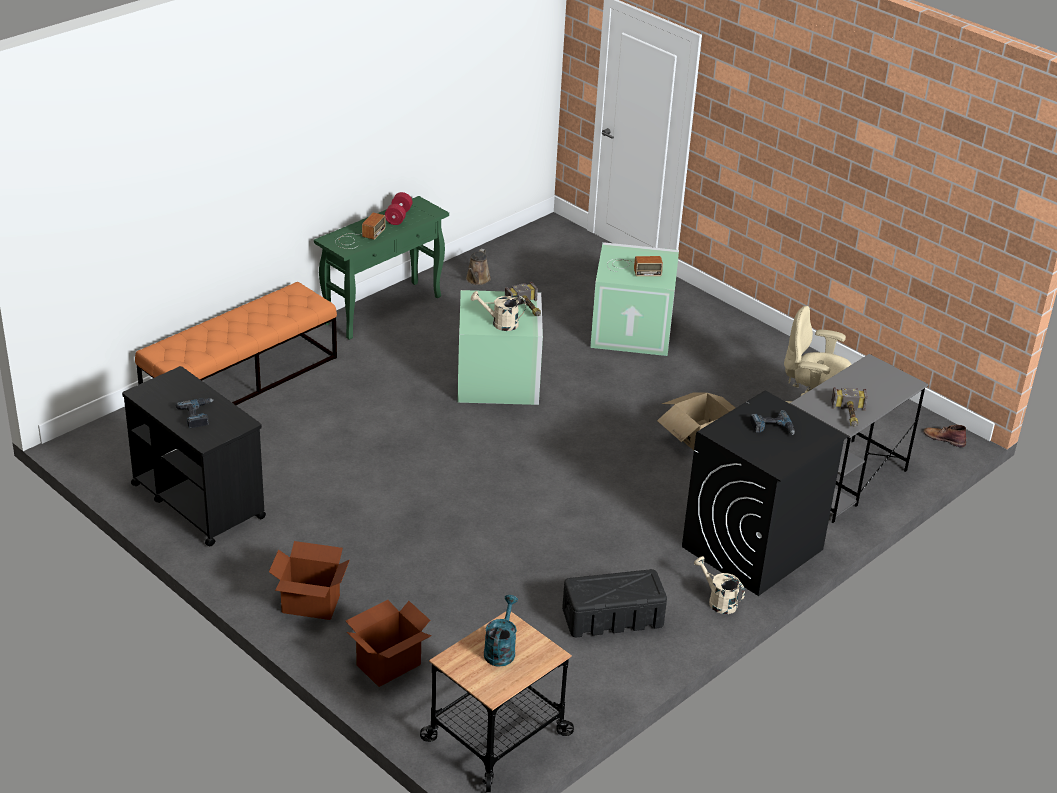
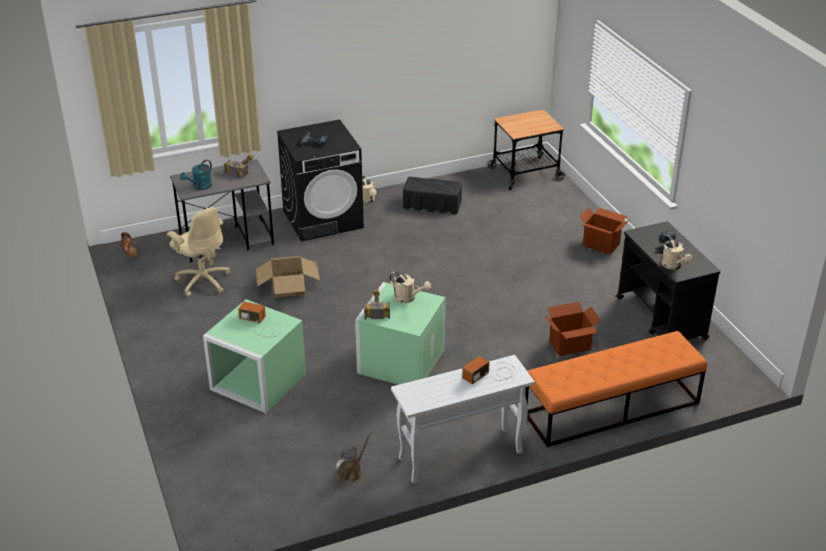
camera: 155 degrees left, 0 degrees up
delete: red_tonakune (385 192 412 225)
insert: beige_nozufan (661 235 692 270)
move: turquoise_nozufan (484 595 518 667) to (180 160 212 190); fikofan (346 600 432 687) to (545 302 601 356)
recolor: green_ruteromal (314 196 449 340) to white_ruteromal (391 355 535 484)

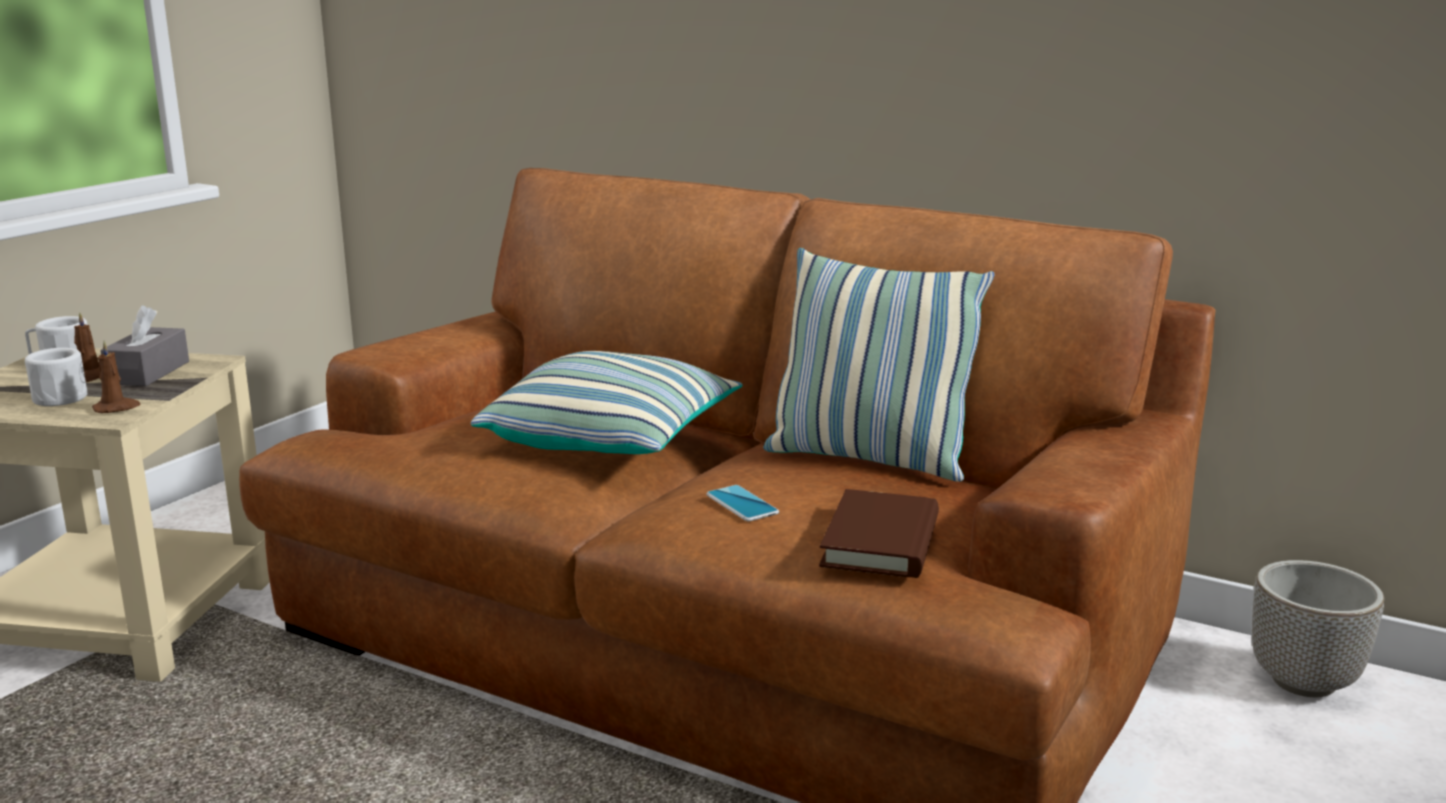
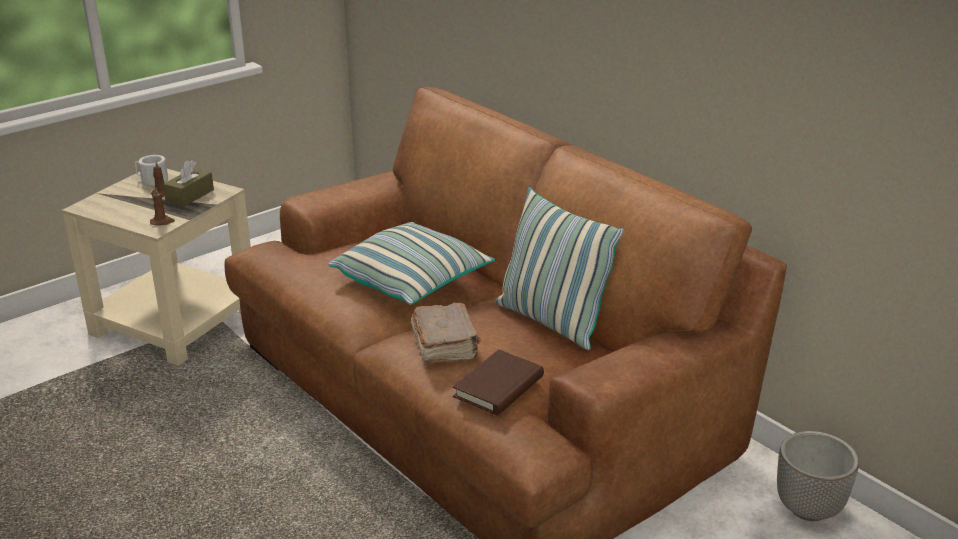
camera: 20 degrees right, 10 degrees up
delete: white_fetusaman (25 348 87 406)
replace: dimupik (706 485 779 521) to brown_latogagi (411 302 481 364)
recolor: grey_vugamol (100 305 189 386) to brown_vugamol (163 160 214 207)

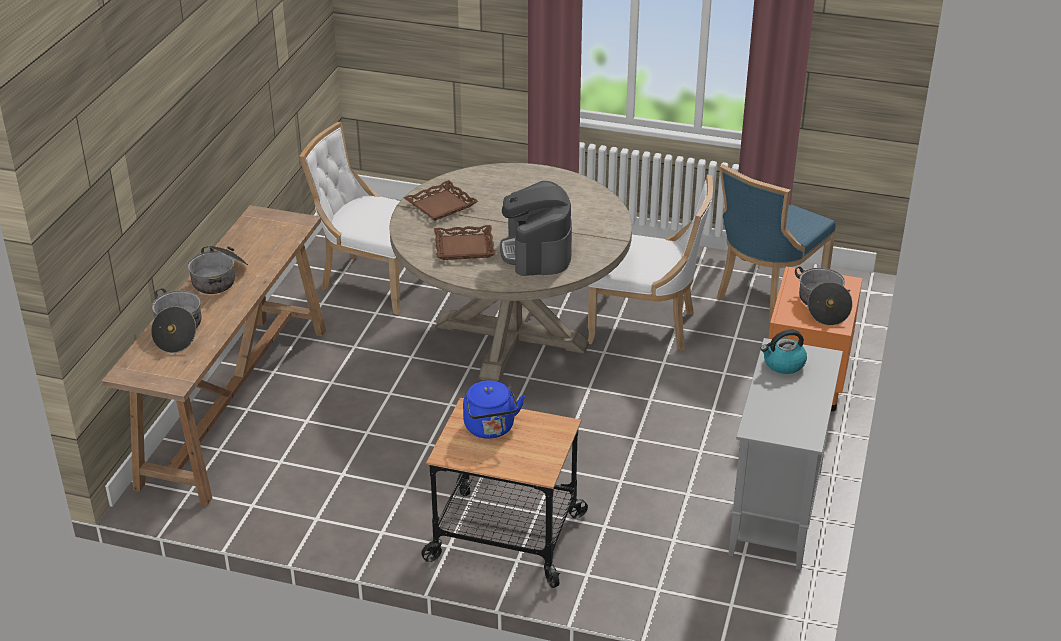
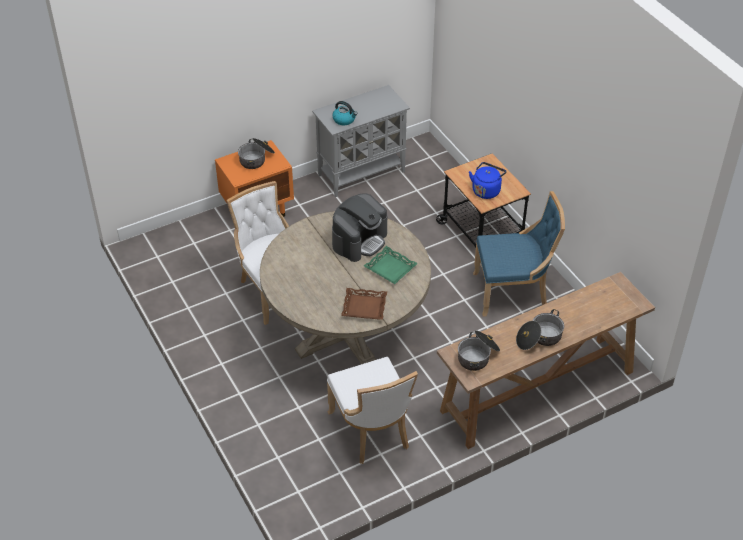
camera: 135 degrees left, 10 degrees up
move: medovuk (151 288 202 353) to (458 330 500 371); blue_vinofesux (717 164 836 322) to (473 191 565 317)
recolor: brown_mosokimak (434 225 496 260) to green_mosokimak (364 246 418 284)

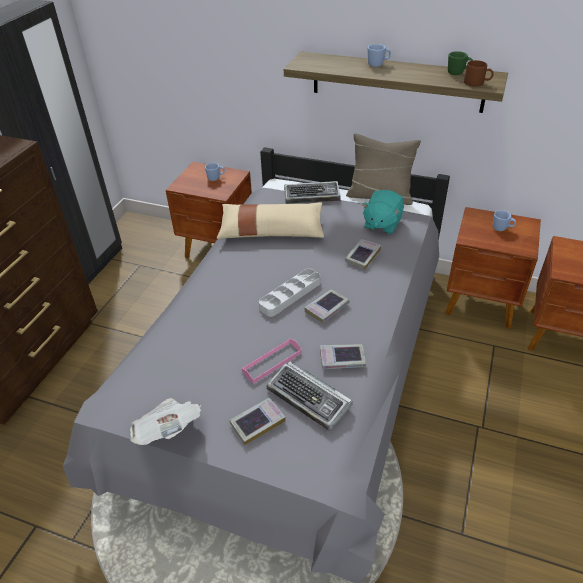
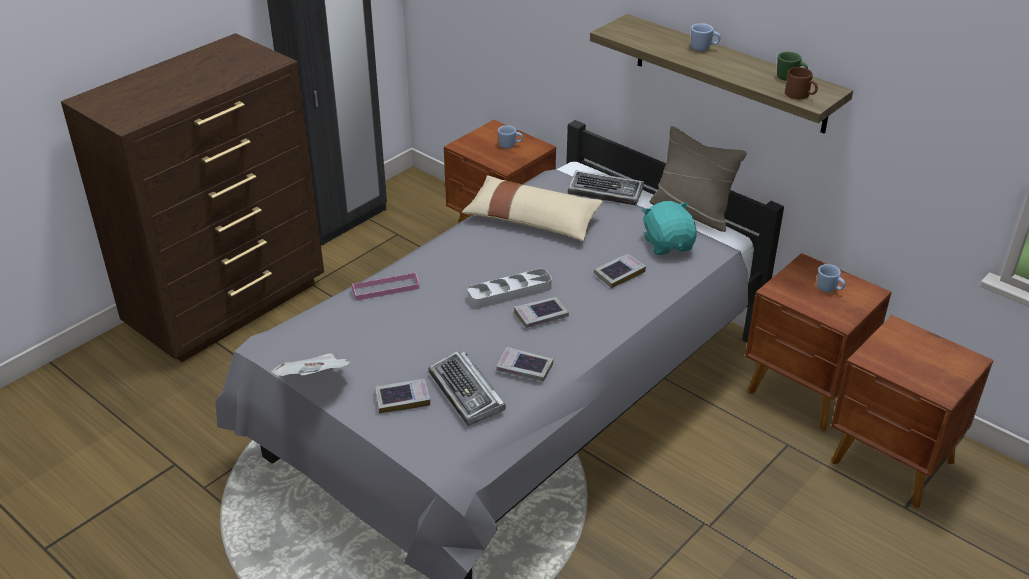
camera: 20 degrees right, 5 degrees down
move: pink_mosokimak (241 339 302 384) to (352 272 419 301)
rotate: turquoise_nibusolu (362 190 404 234) = (642 201 697 255) 120 degrees clockwise

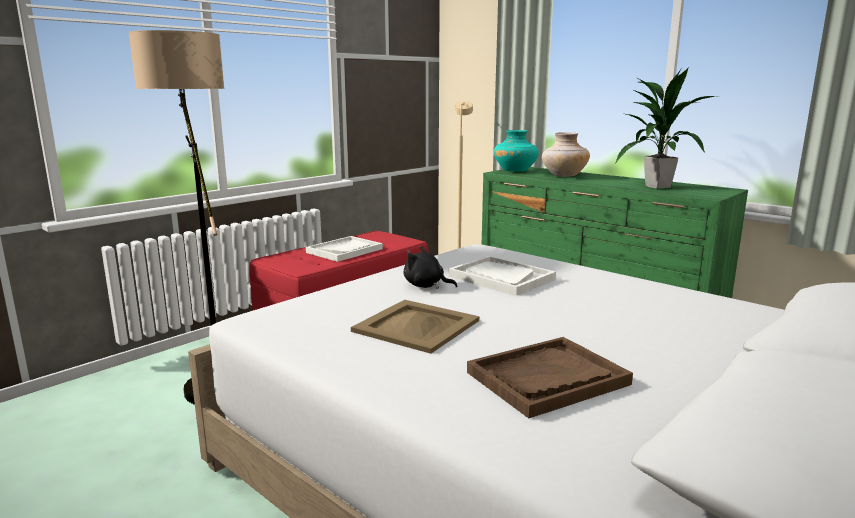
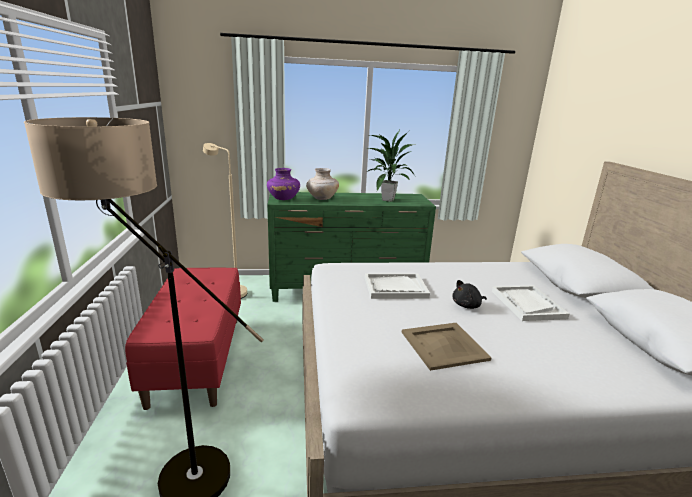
camera: 50 degrees left, 5 degrees up
delete: brown_mosokimak (467 337 633 418)
move: black_nibusolu (403 246 457 289) to (452 280 487 309); white_mosokimak (306 236 383 262) to (492 285 570 321)
recolor: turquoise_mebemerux (494 130 539 172) to purple_mebemerux (267 168 300 200)

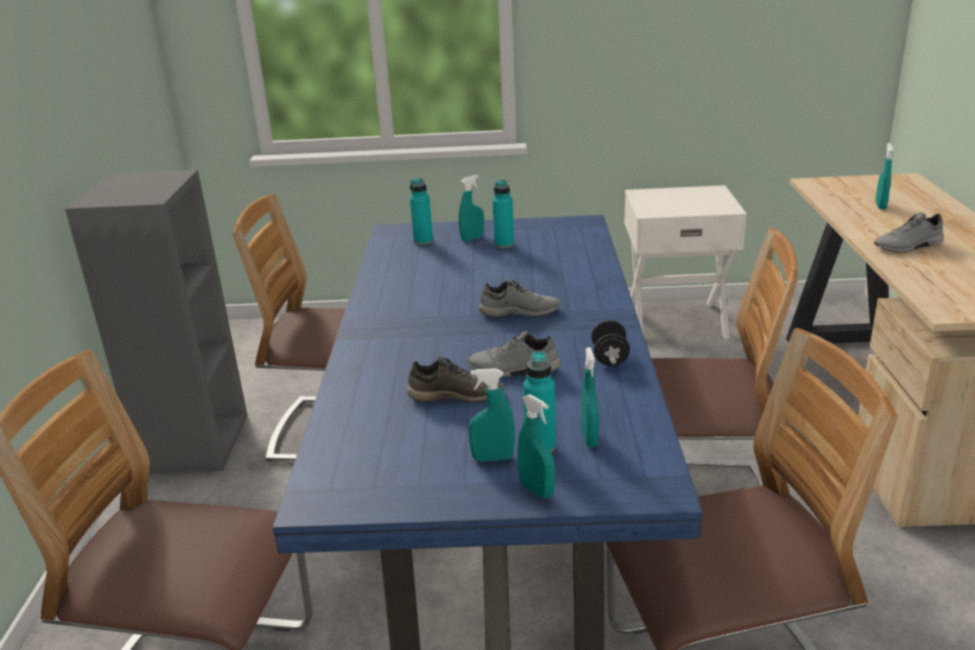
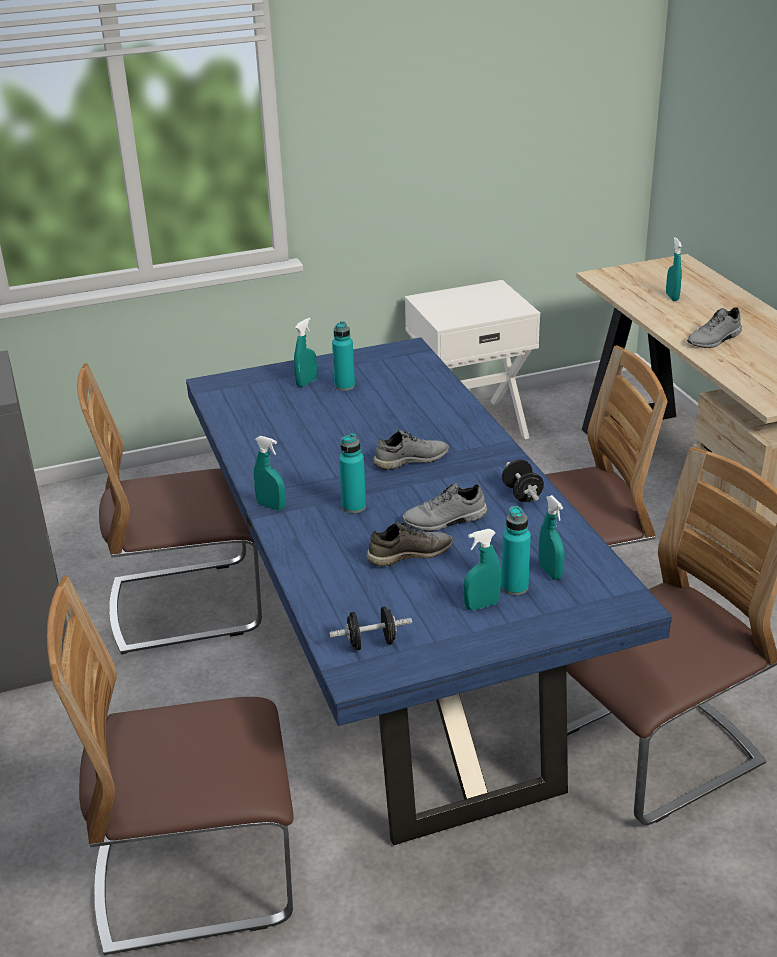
camera: 20 degrees left, 5 degrees up
insert: black_tonakune (329 606 412 650)
move: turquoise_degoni (518 394 555 499) to (254 436 285 510); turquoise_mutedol (410 178 433 245) to (339 433 366 513)

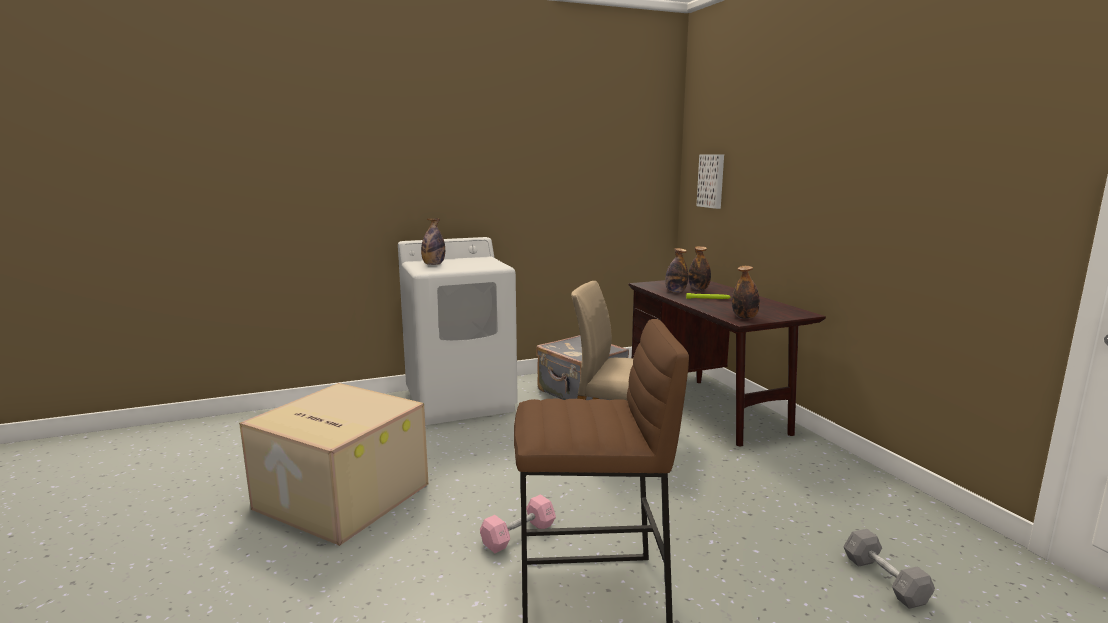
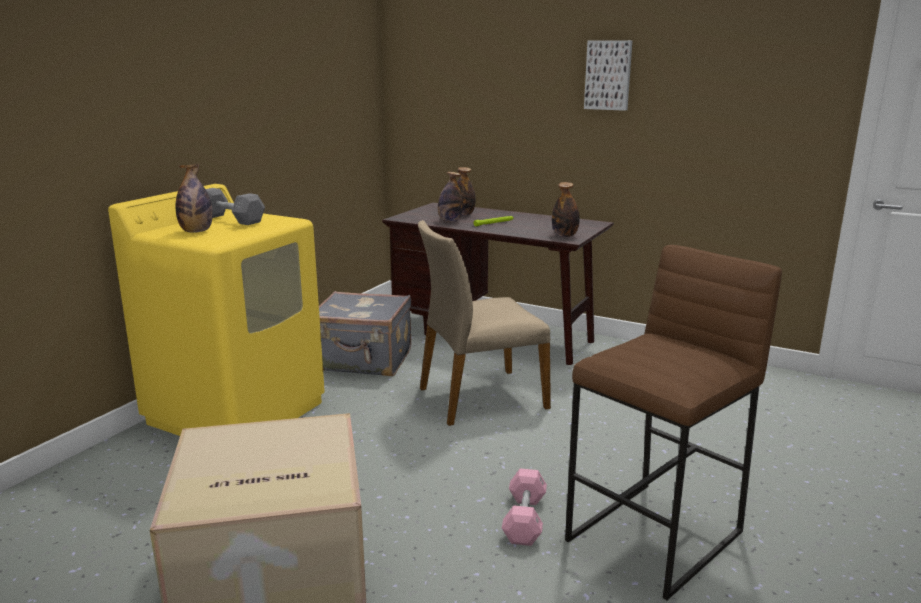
camera: 40 degrees left, 5 degrees up
move: grey_tonakune (843 529 935 609) to (206 188 265 225); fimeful (696 155 724 209) to (584 40 633 111)
recolor: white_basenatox (398 237 518 425) to yellow_basenatox (108 184 325 436)

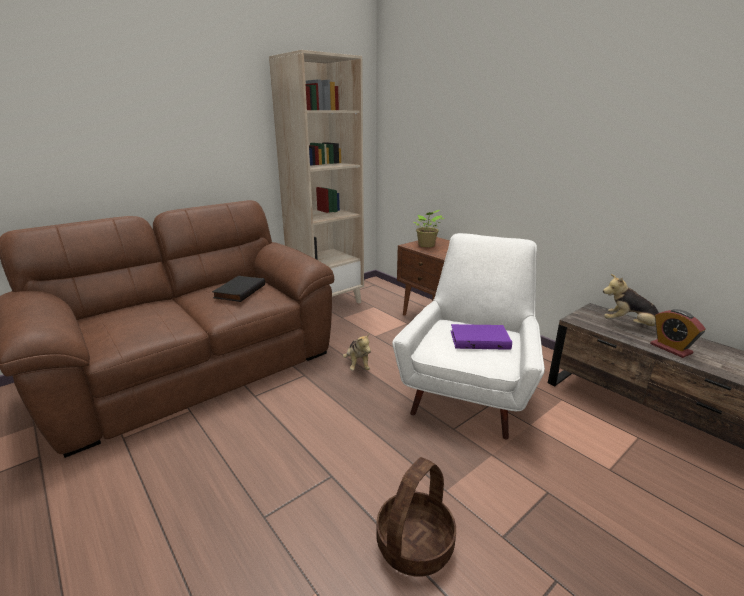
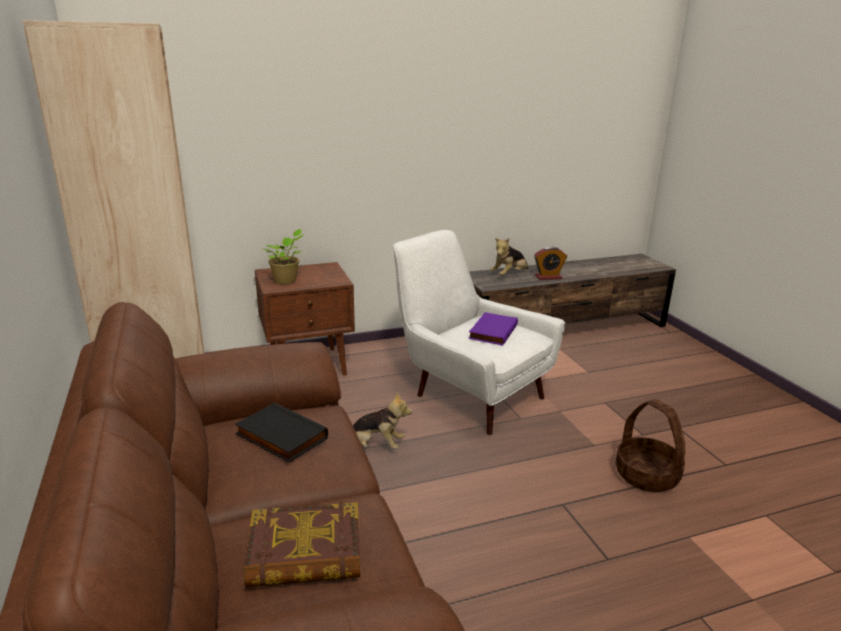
camera: 70 degrees left, 0 degrees up
insert: latogagi (244 502 360 587)

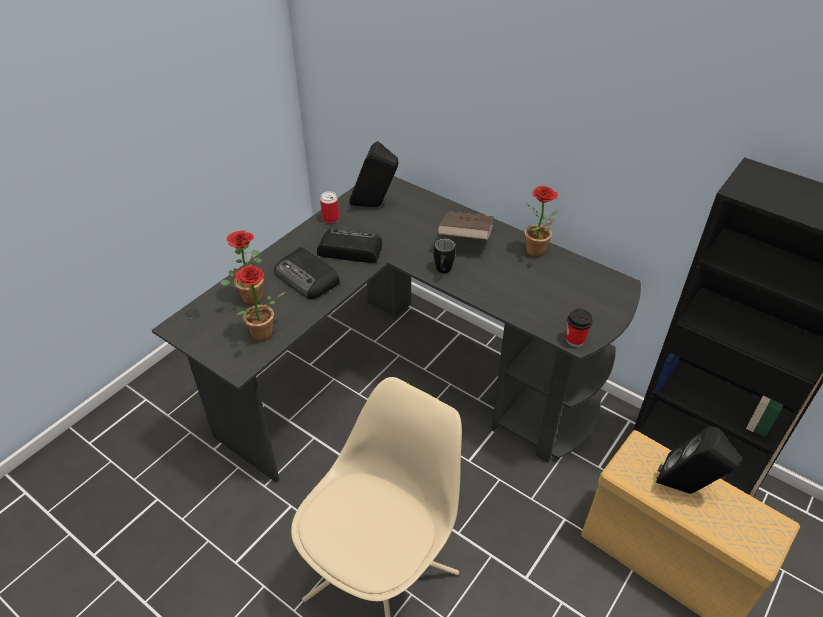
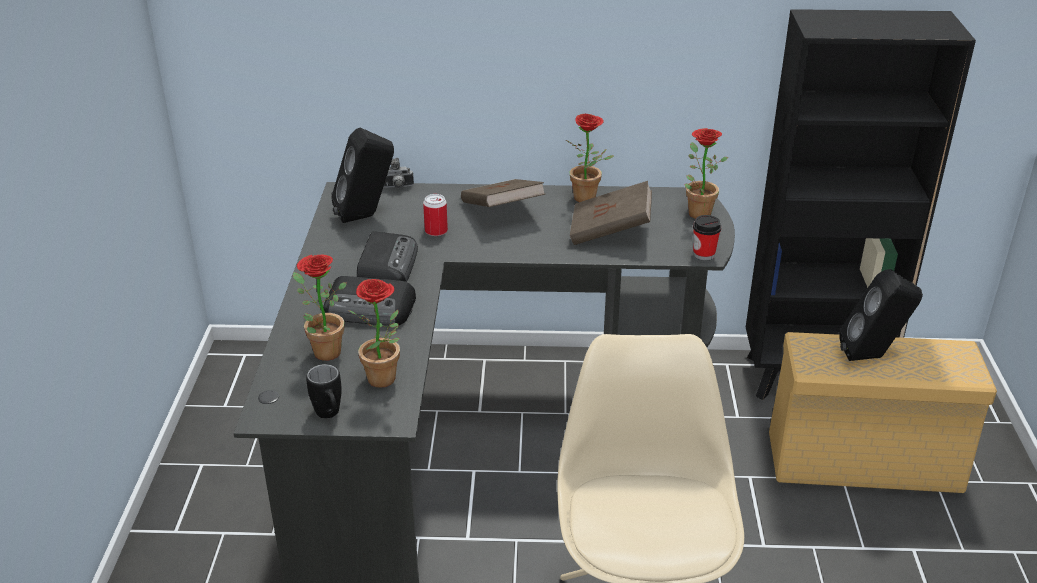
camera: 35 degrees left, 10 degrees down
insert: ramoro (383 158 414 188); brown_latogagi (570 181 652 245); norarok (685 128 728 219)
move: black_fetusaman (434 239 456 273) to (306 364 342 418); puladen (320 191 339 223) to (423 194 448 236)
rotate: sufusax (317 229 382 263) = (357 231 418 282) 120 degrees clockwise

